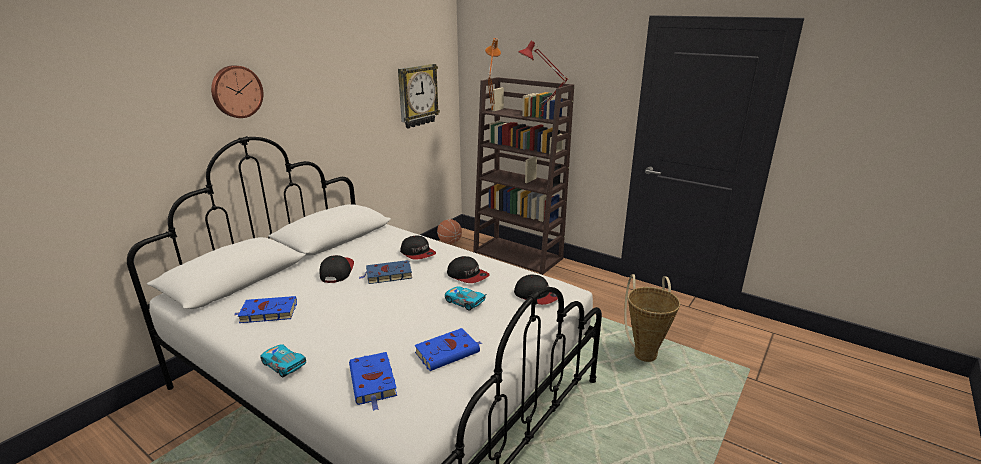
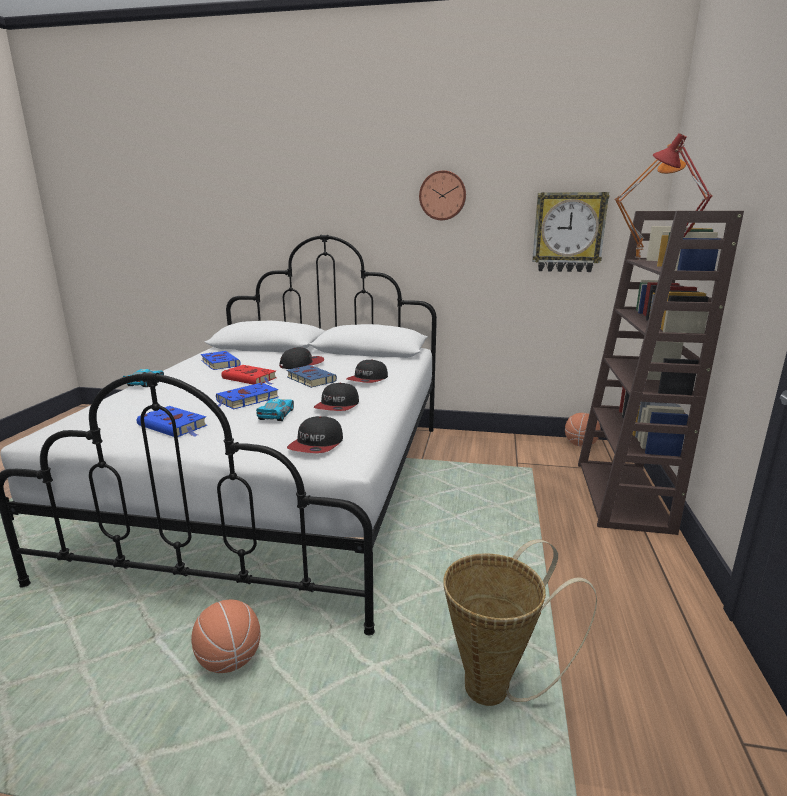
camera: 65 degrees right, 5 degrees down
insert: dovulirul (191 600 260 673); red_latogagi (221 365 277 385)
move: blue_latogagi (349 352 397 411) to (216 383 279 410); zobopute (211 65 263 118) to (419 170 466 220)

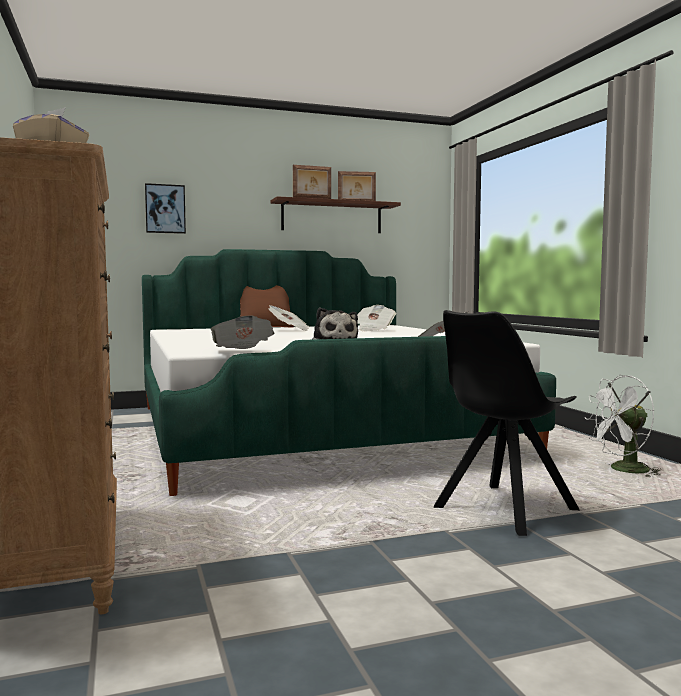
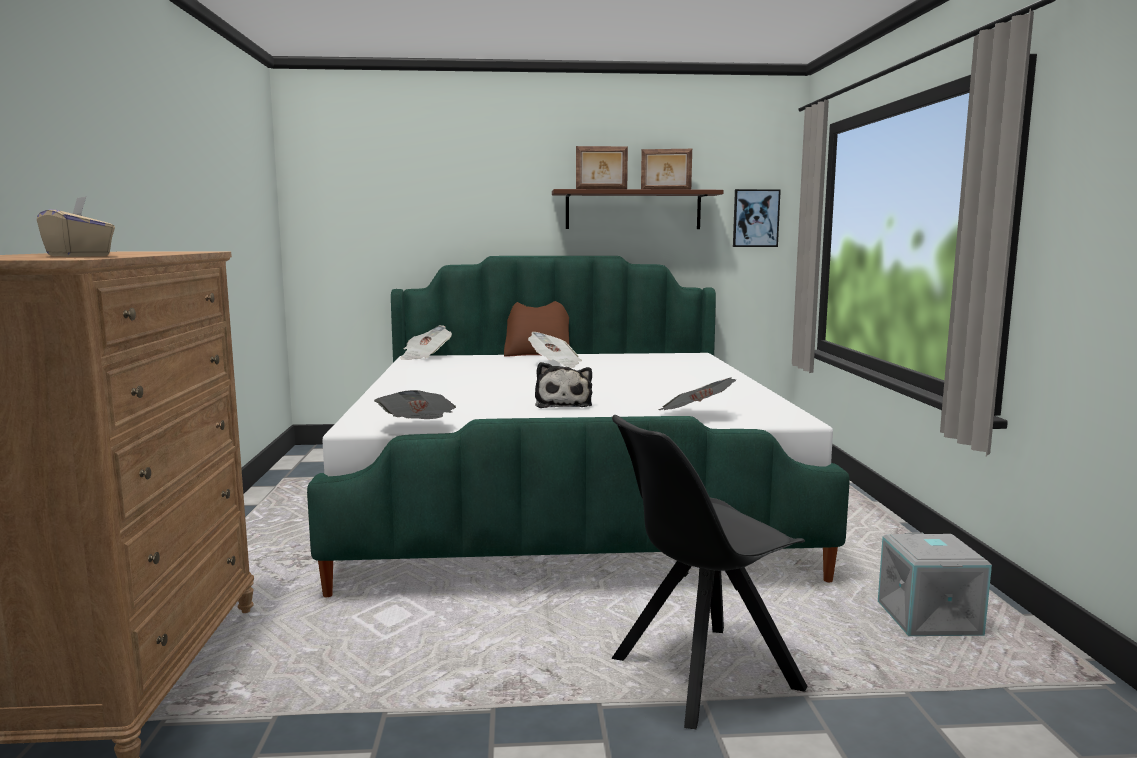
camera: 15 degrees right, 5 degrees up
move: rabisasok (357 305 396 331) to (400 325 452 360); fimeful (145 183 186 234) to (733 189 781 247)
replace: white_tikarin (585 375 660 477) to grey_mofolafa (878 533 992 636)

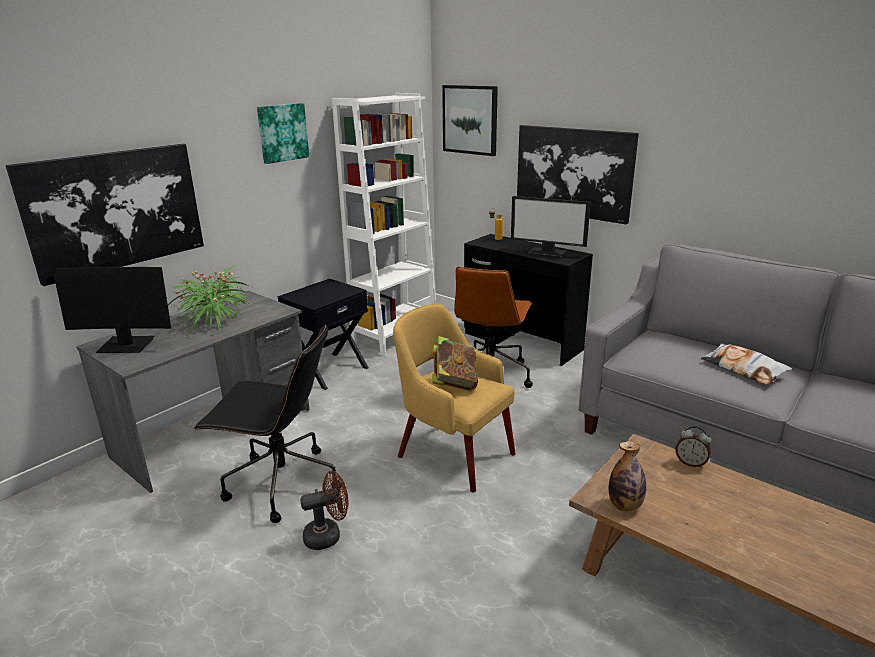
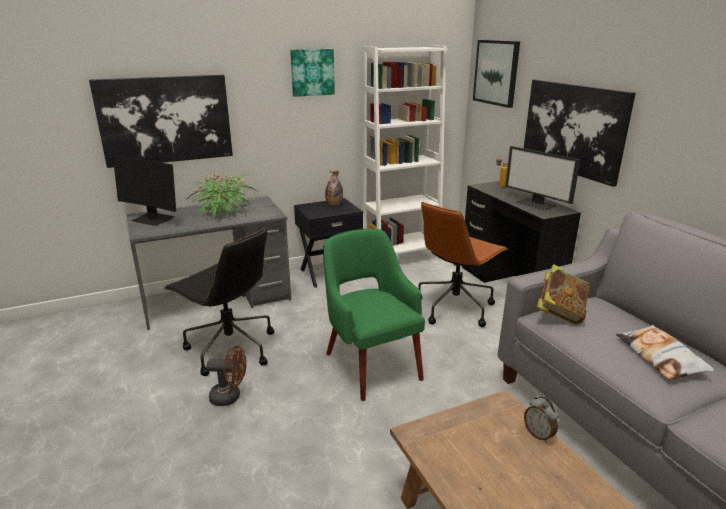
camera: 25 degrees right, 0 degrees up
move: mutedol (609 441 646 511) to (325 170 343 205); latogagi (432 336 478 391) to (537 264 590 325)
recolor: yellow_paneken (393 304 516 493) to green_paneken (323 229 425 401)

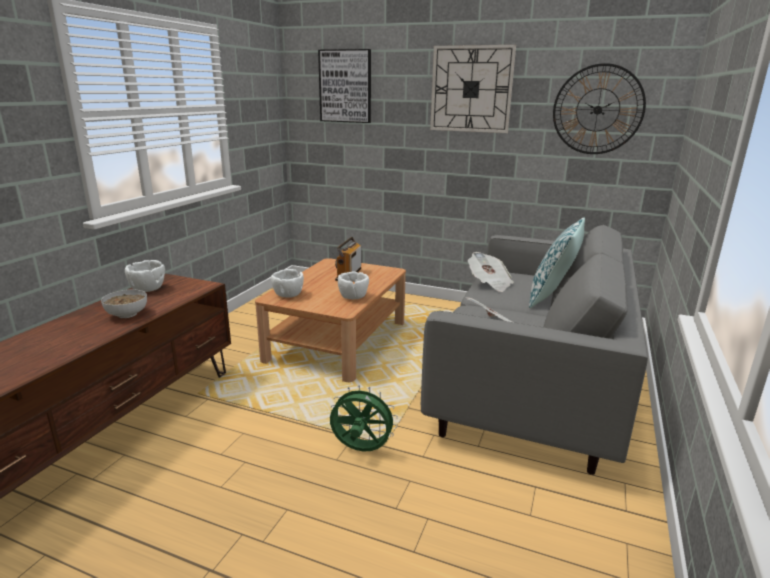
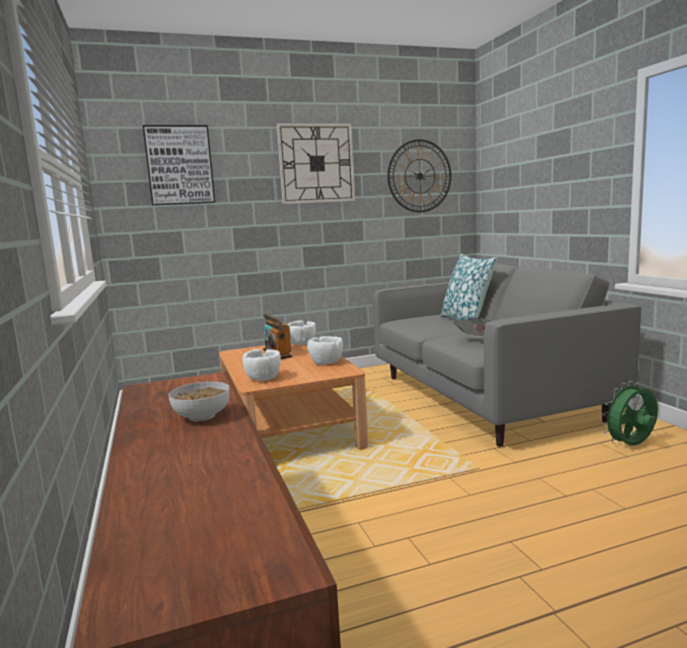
camera: 40 degrees left, 10 degrees down
delete: rabisasok (468 252 514 292)
move: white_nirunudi (125 260 165 292) to (287 321 316 345); green_tikarin (330 385 398 452) to (602 381 658 446)

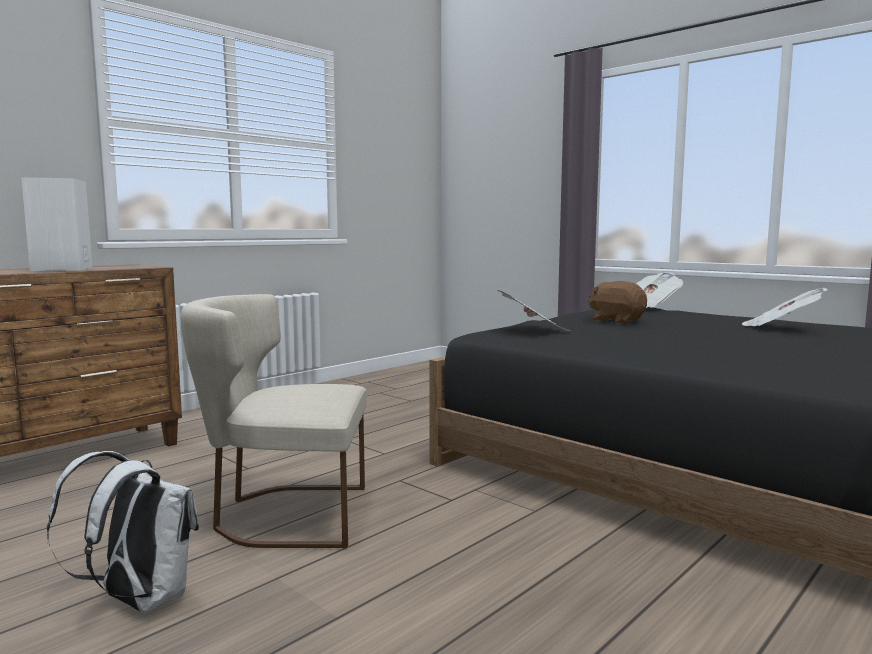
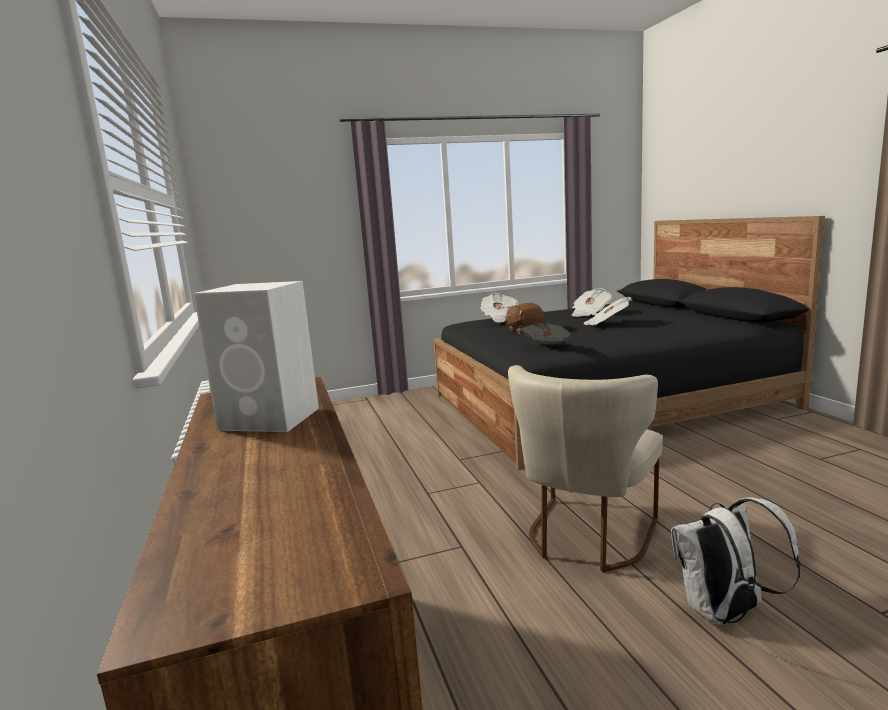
camera: 60 degrees left, 5 degrees up
insert: rabisasok (584 297 632 325)

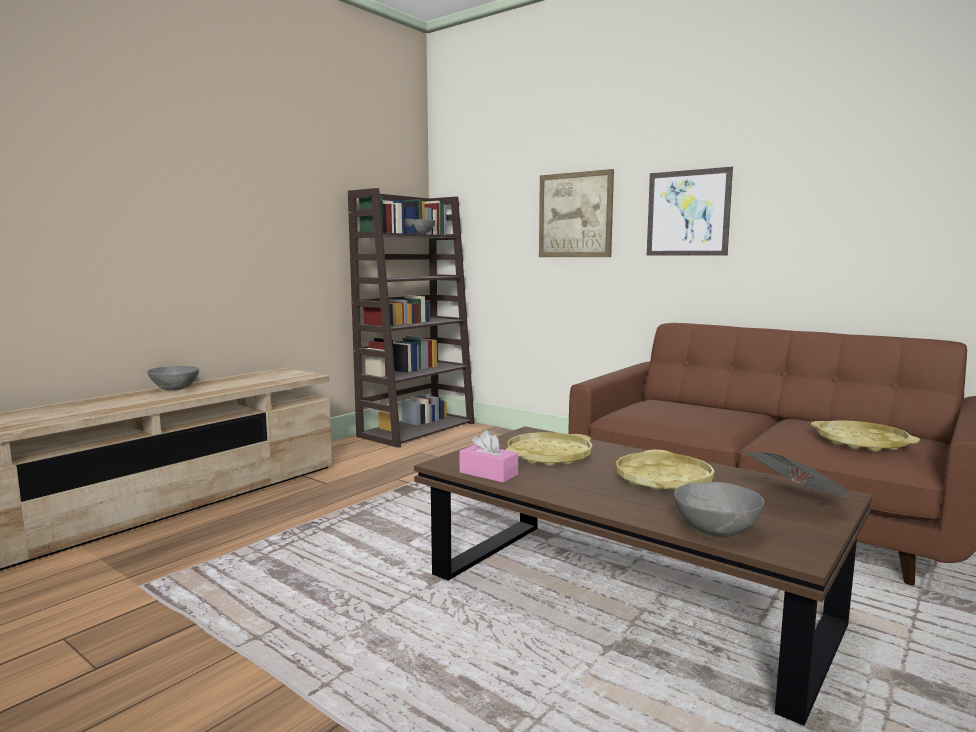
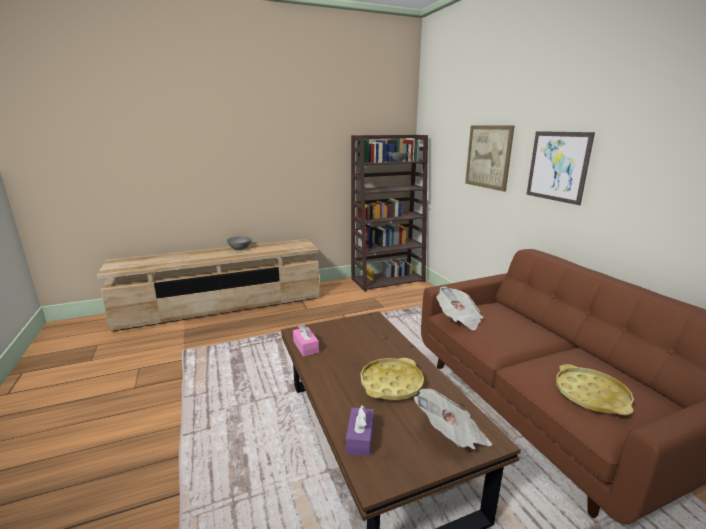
camera: 30 degrees right, 10 degrees up
delete: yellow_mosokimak (506 432 593 467)
insert: rabisasok (437 286 483 330)
replace: grey_nirunudi (674 482 765 537) to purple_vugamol (346 405 374 456)

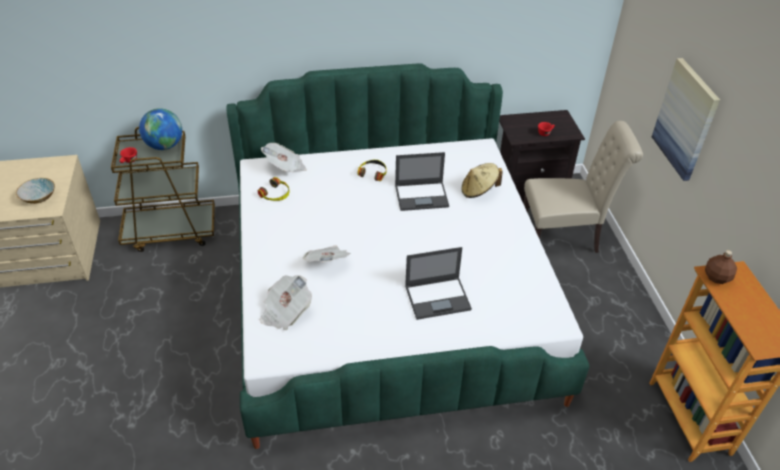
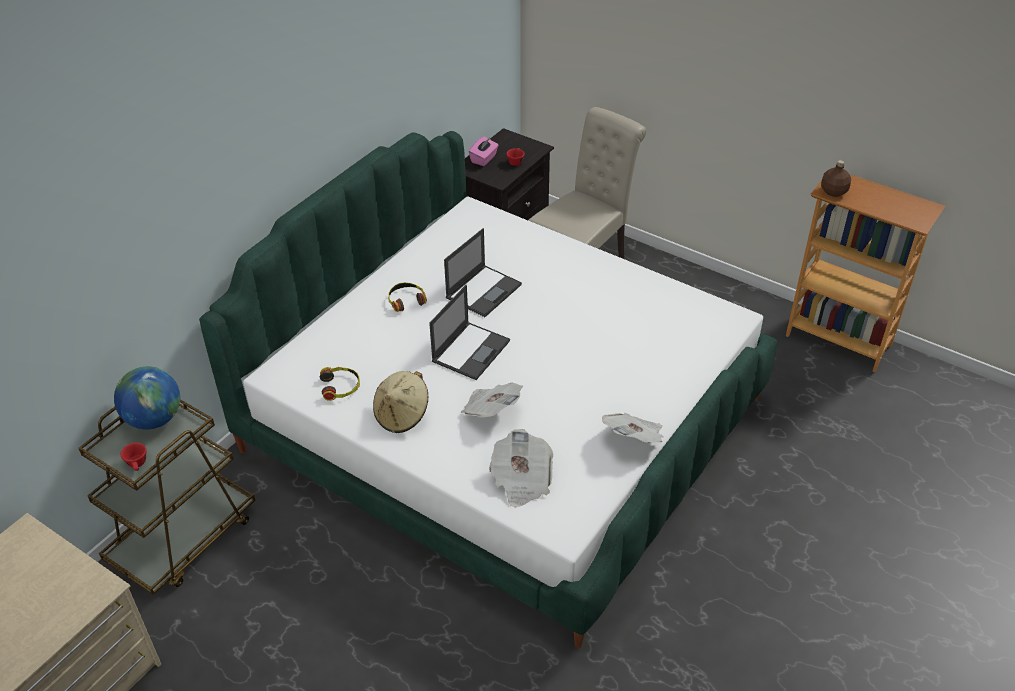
camera: 45 degrees left, 0 degrees up
delete: nirunudi (16 178 55 204); fimeful (652 58 720 181)
insert: pink_vugamol (469 137 499 166)
move: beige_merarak (462 163 503 198) to (373 371 428 433); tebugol (405 247 472 320) to (429 285 510 380); rabisasok (261 143 307 172) to (602 413 664 442)

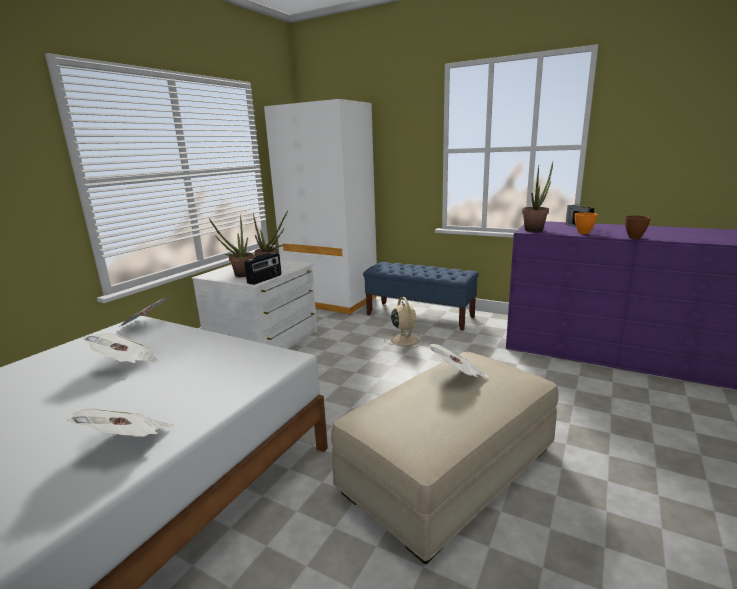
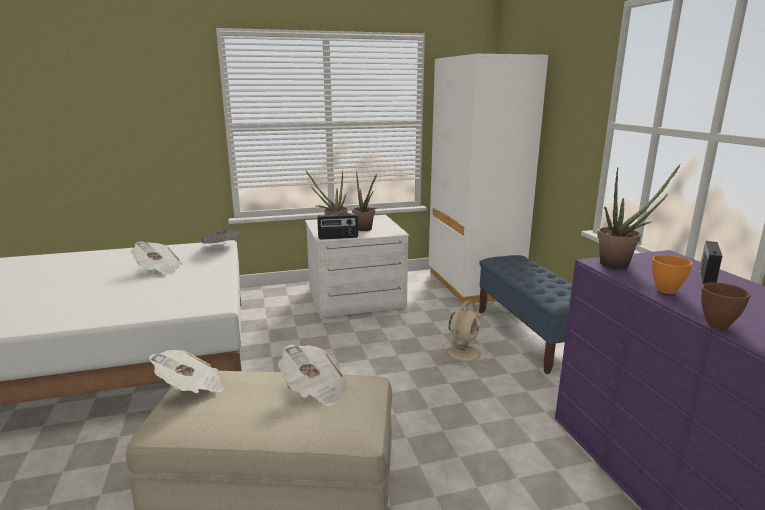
camera: 45 degrees right, 0 degrees up
move: rabisasok (67 408 174 437) to (149 350 224 393)

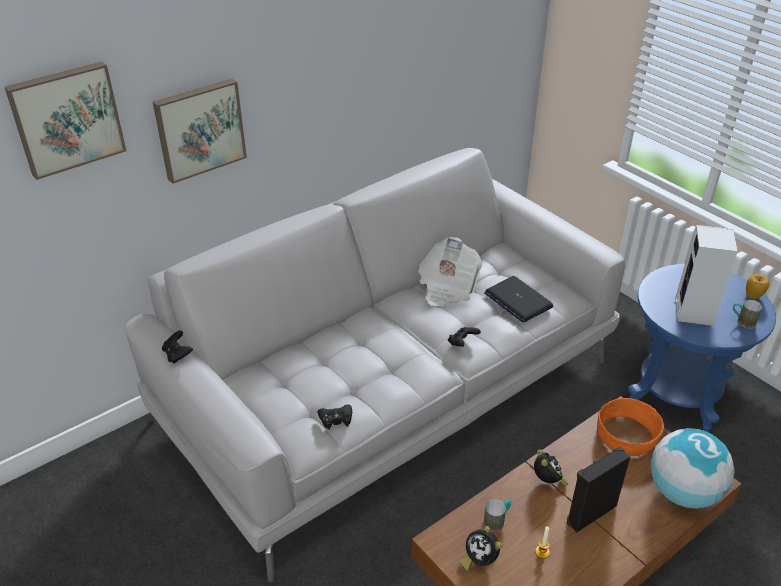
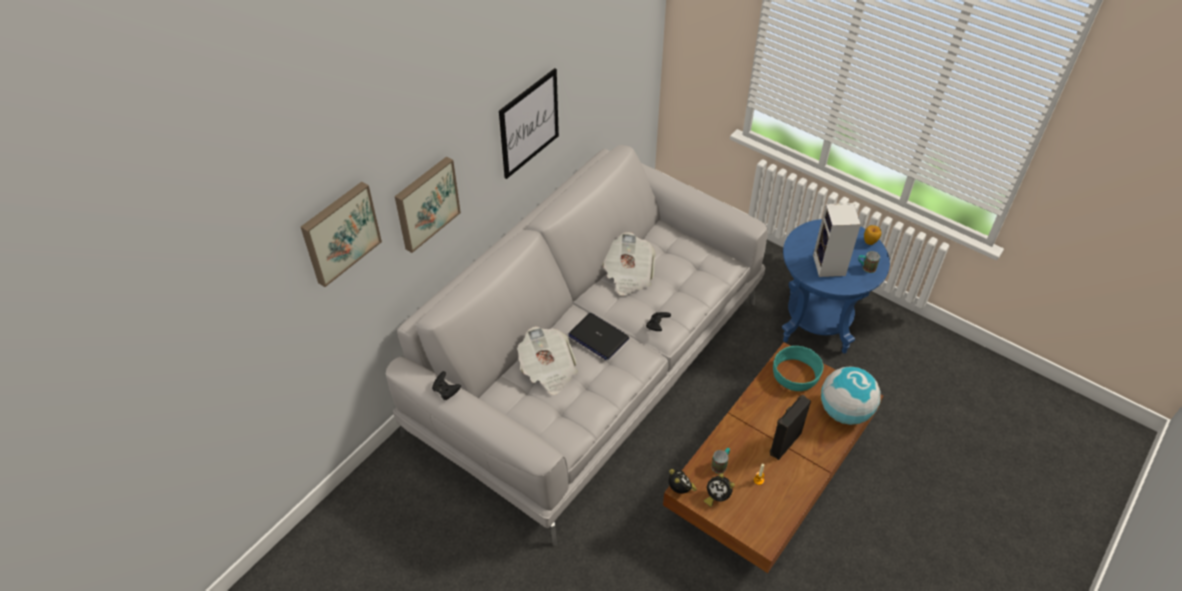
camera: 15 degrees left, 10 degrees up
delete: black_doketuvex (318 405 352 430)
insert: fimeful (499 68 559 179); rabisasok (517 326 578 395)
move: tebugol (484 276 553 323) to (568 313 629 360); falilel (534 450 568 486) to (669 469 697 494)
recolor: orange_nirunudi (597 398 664 456) to turquoise_nirunudi (773 346 824 391)

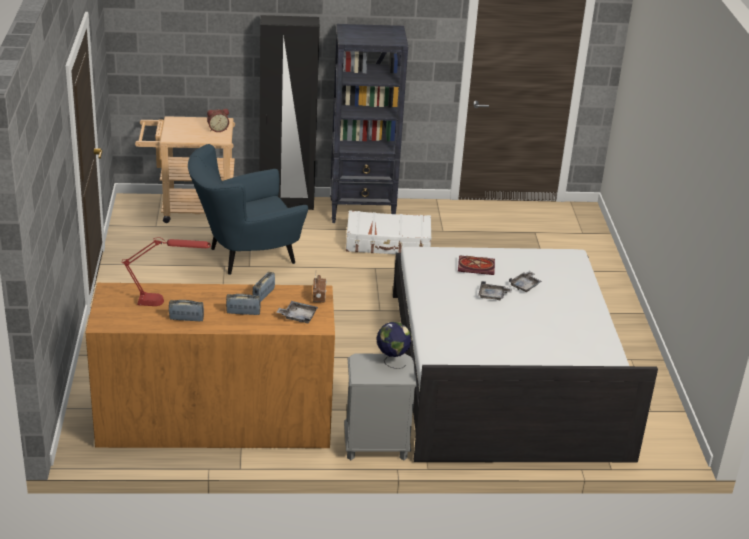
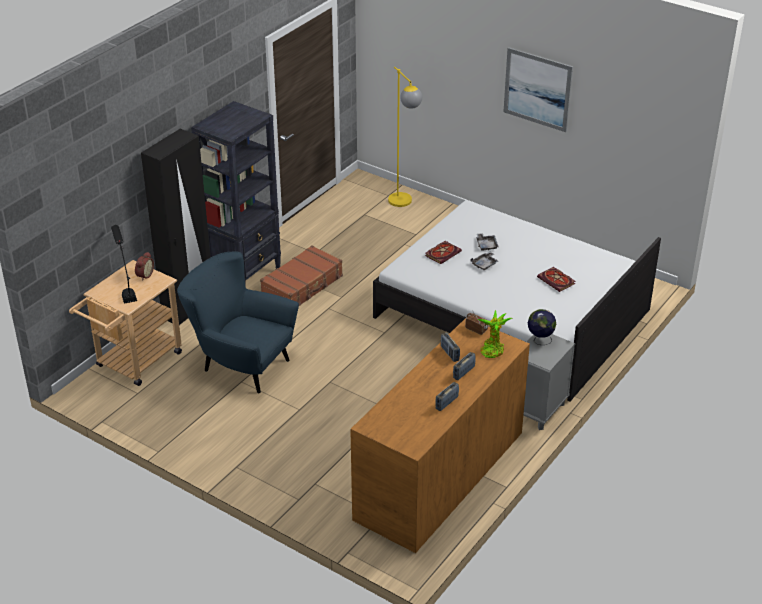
camera: 50 degrees left, 5 degrees up
delete: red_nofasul (122 237 211 306)
insert: black_nofasul (111 225 137 304); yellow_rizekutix (388 67 422 207); fimeful (503 47 573 132); latogagi (537 267 576 292)
replace: grey_mosokimak (277 301 318 323) to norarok (477 310 512 358)
recolor: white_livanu (346 210 431 254) to brown_livanu (260 245 343 306)
rotate: blue_paneken (188 144 308 275) = (177 251 299 394) 105 degrees clockwise

